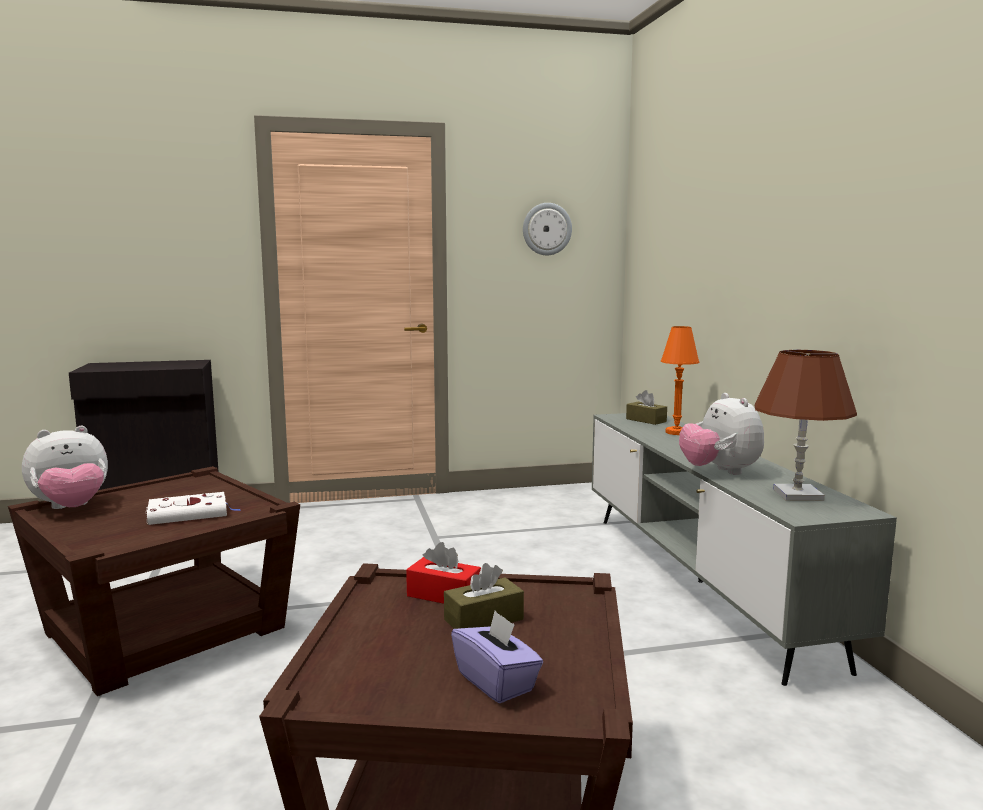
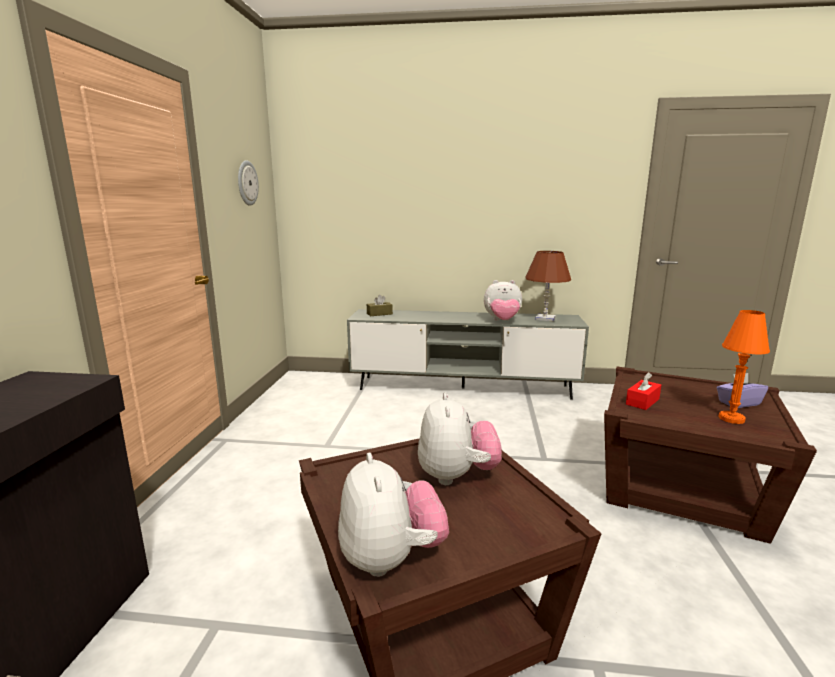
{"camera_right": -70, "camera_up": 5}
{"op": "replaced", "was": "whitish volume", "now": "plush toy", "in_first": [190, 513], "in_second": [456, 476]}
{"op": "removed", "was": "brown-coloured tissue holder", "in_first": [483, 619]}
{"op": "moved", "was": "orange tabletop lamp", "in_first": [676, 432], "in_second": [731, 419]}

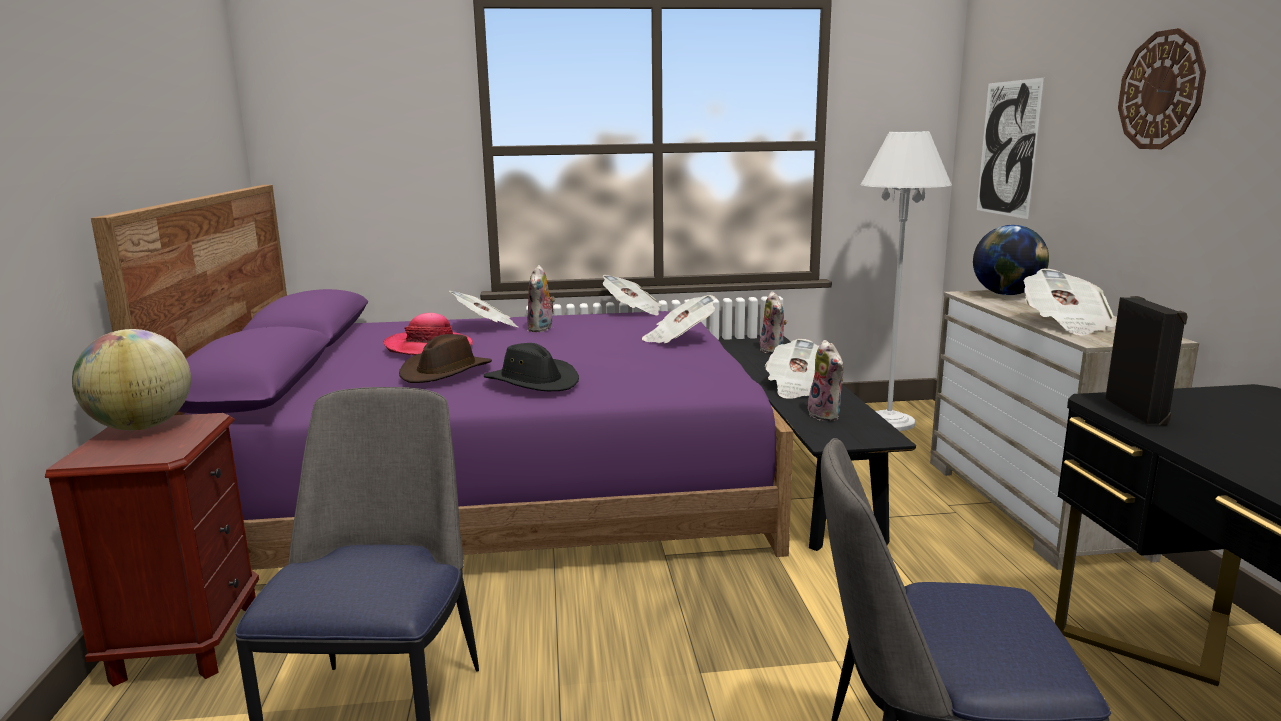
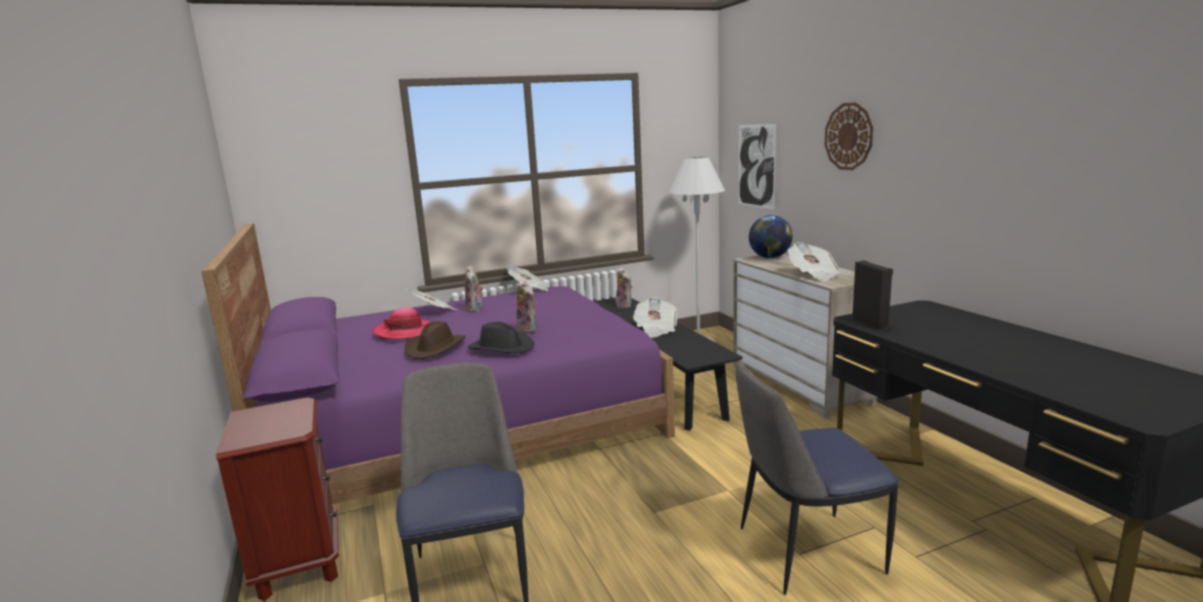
{"camera_right": -15, "camera_up": 0}
{"op": "removed", "was": "desk globe", "in_first": [142, 427]}
{"op": "removed", "was": "printed paper", "in_first": [678, 339]}
{"op": "moved", "was": "plush toy", "in_first": [827, 415], "in_second": [529, 329]}

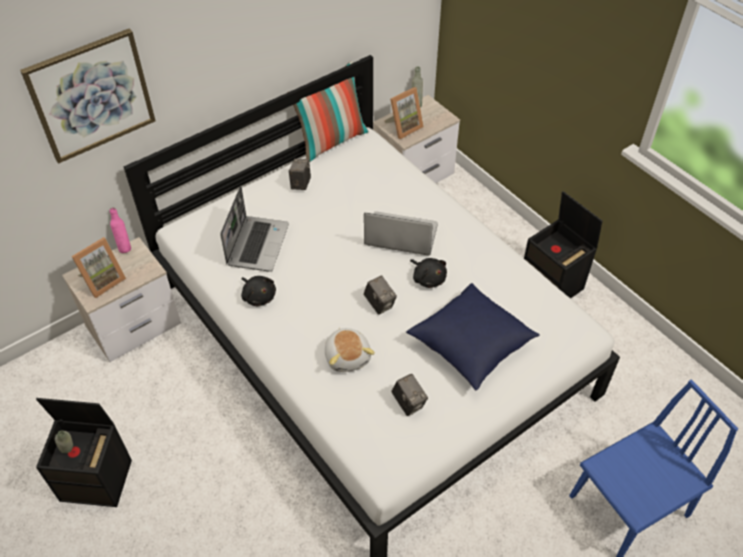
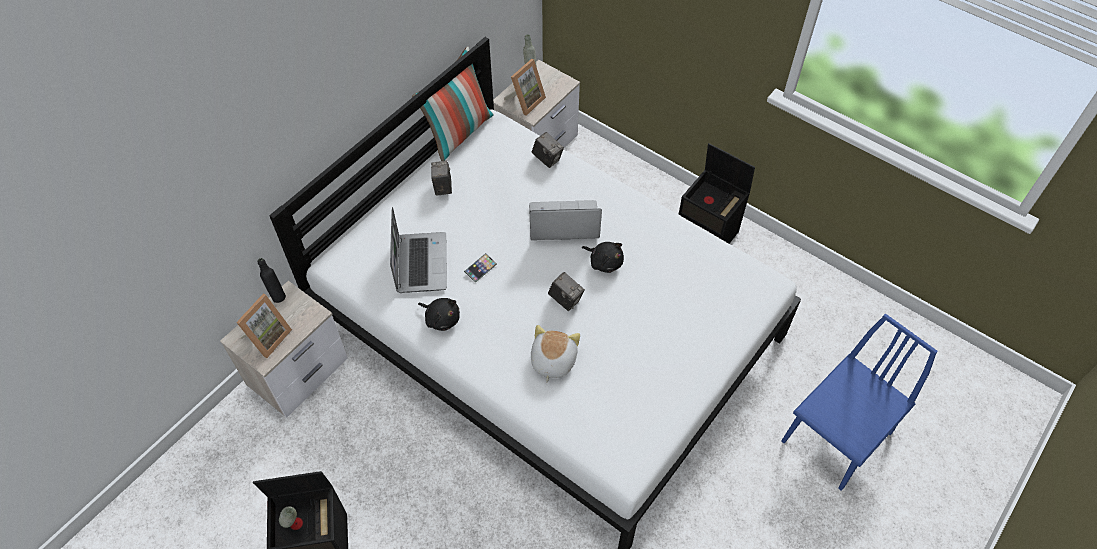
{"camera_right": -15, "camera_up": 5}
{"op": "removed", "was": "wall picture", "in_first": [91, 95]}
{"op": "recoloured", "was": "pinkish bottle", "now": "blackish bottle", "in_first": [124, 247], "in_second": [277, 295]}
{"op": "turned", "was": "plush toy", "in_first": [348, 356], "in_second": [552, 361], "clockwise": -135}
{"op": "moved", "was": "photo camera", "in_first": [408, 403], "in_second": [547, 159]}
{"op": "removed", "was": "blue-coloured cushion", "in_first": [471, 346]}
{"op": "added", "now": "telephone", "in_second": [480, 269]}

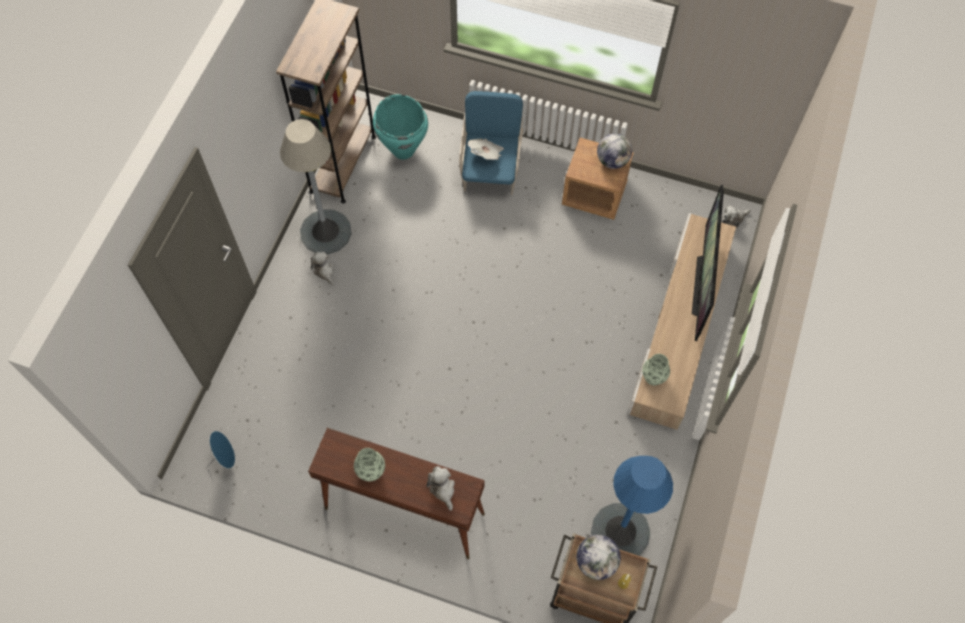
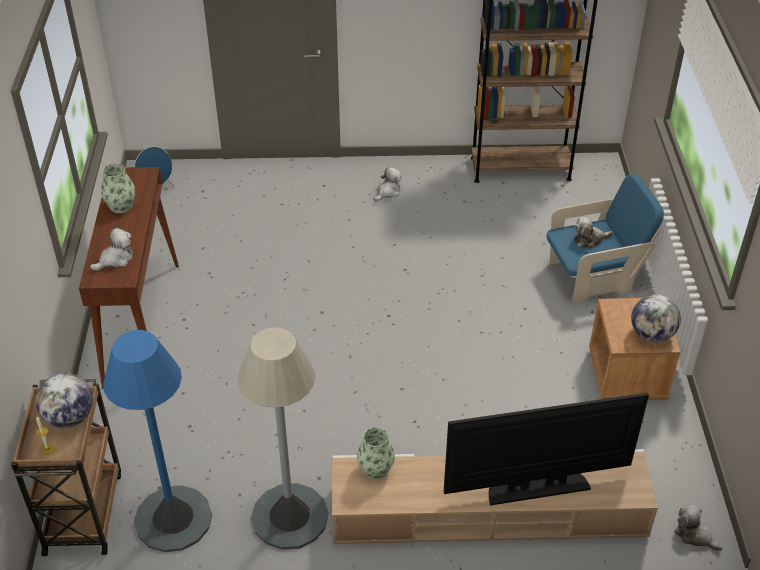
{"camera_right": 70, "camera_up": -20}
{"op": "moved", "was": "greyish floor lamp", "in_first": [325, 232], "in_second": [289, 516]}
{"op": "removed", "was": "blue-green vase", "in_first": [403, 151]}
{"op": "replaced", "was": "printed paper", "now": "plush toy", "in_first": [486, 154], "in_second": [589, 240]}

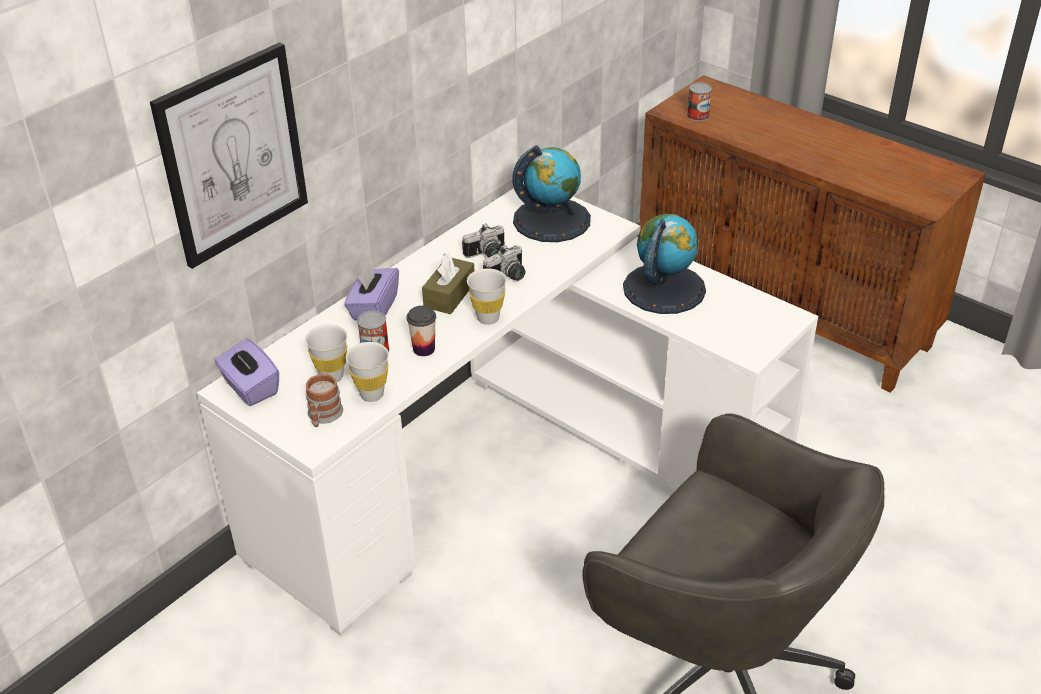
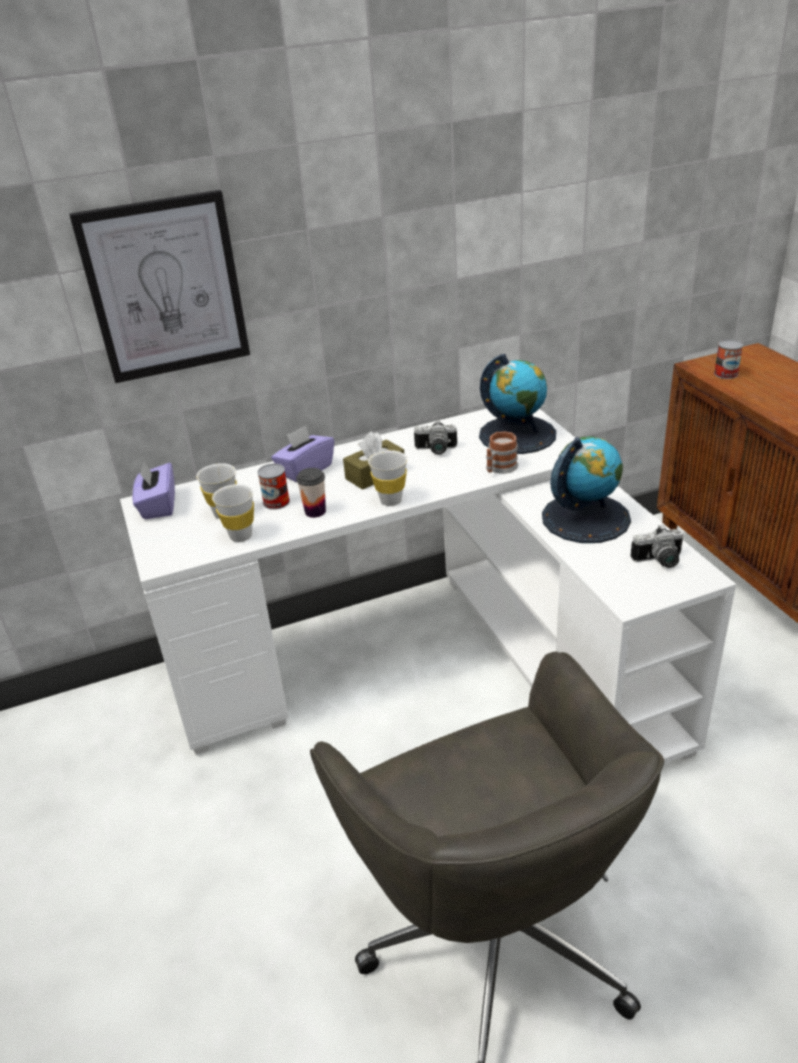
{"camera_right": 30, "camera_up": -5}
{"op": "moved", "was": "tea mug", "in_first": [323, 416], "in_second": [499, 468]}
{"op": "moved", "was": "photo camera", "in_first": [508, 277], "in_second": [659, 561]}

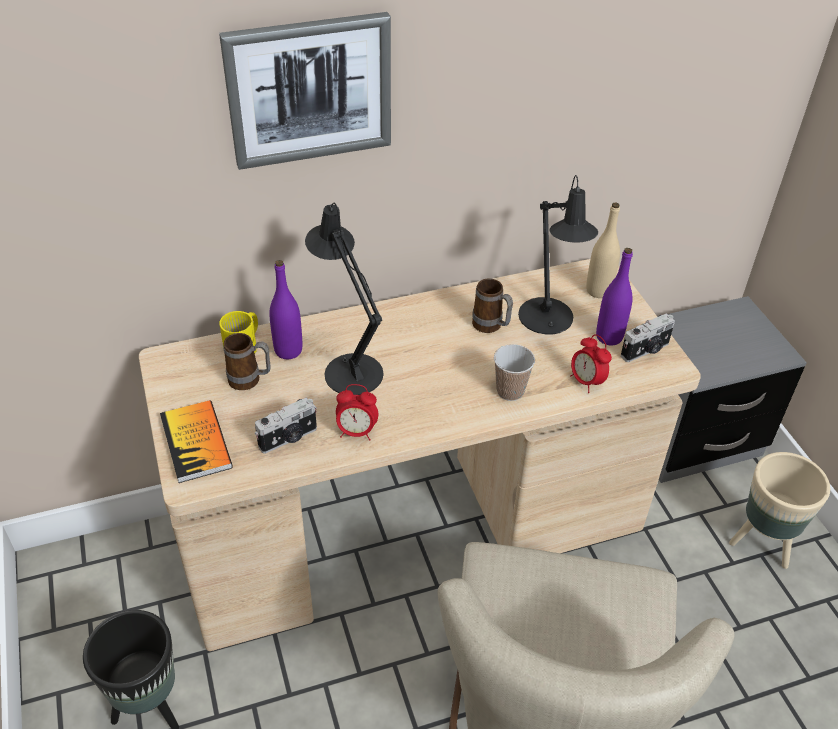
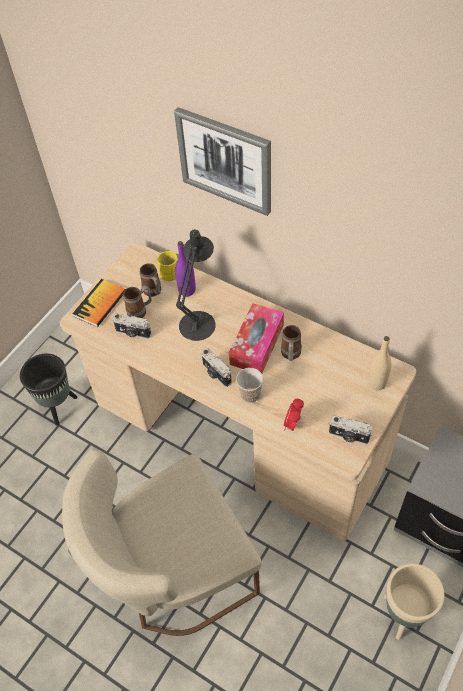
{"camera_right": 55, "camera_up": 10}
{"op": "removed", "was": "bedside clock", "in_first": [356, 432]}
{"op": "removed", "was": "blackish tabletop lamp", "in_first": [548, 321]}
{"op": "removed", "was": "purple-coloured bottle", "in_first": [609, 337]}
{"op": "added", "now": "tea mug", "in_second": [140, 311]}
{"op": "added", "now": "photo camera", "in_second": [216, 374]}
{"op": "added", "now": "tissue holder", "in_second": [257, 344]}

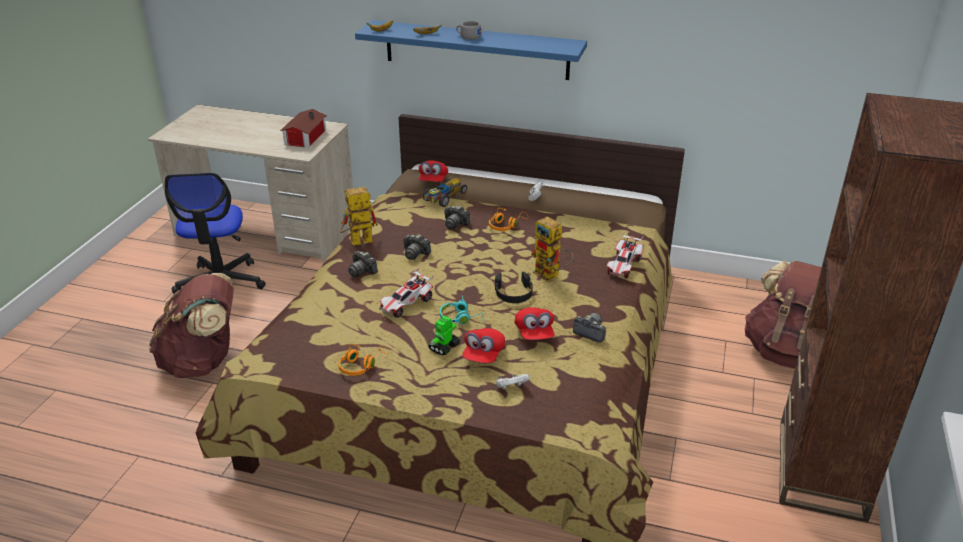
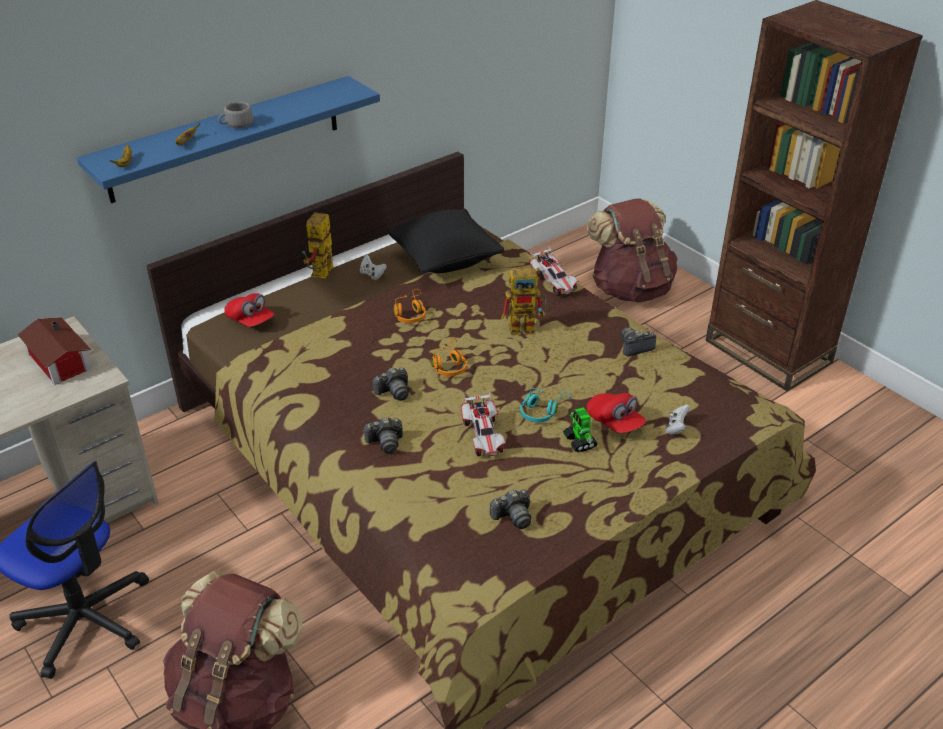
{"camera_right": -55, "camera_up": 5}
{"op": "moved", "was": "orange headset", "in_first": [361, 365], "in_second": [449, 364]}
{"op": "moved", "was": "model robot", "in_first": [357, 242], "in_second": [322, 275]}
{"op": "removed", "was": "model car", "in_first": [444, 198]}
{"op": "moved", "was": "photo camera", "in_first": [455, 223], "in_second": [513, 517]}
{"op": "removed", "was": "blackish headset", "in_first": [513, 293]}
{"op": "removed", "was": "reddish peaked cap", "in_first": [534, 333]}
{"op": "added", "now": "blackish cushion", "in_second": [445, 261]}

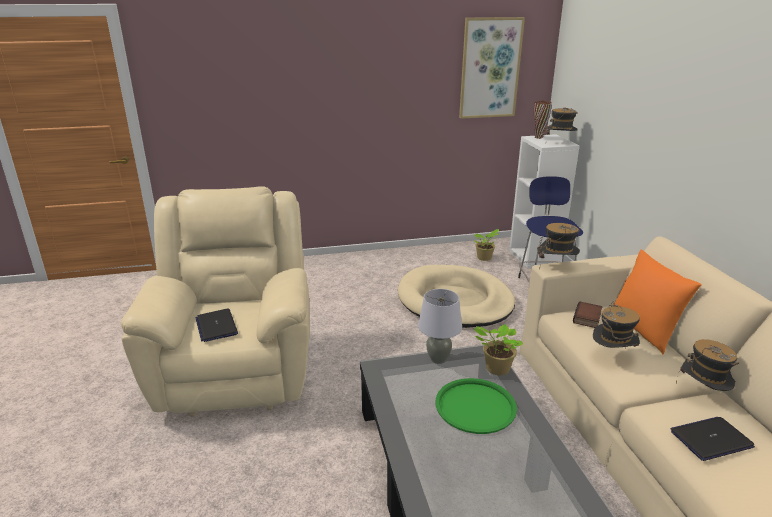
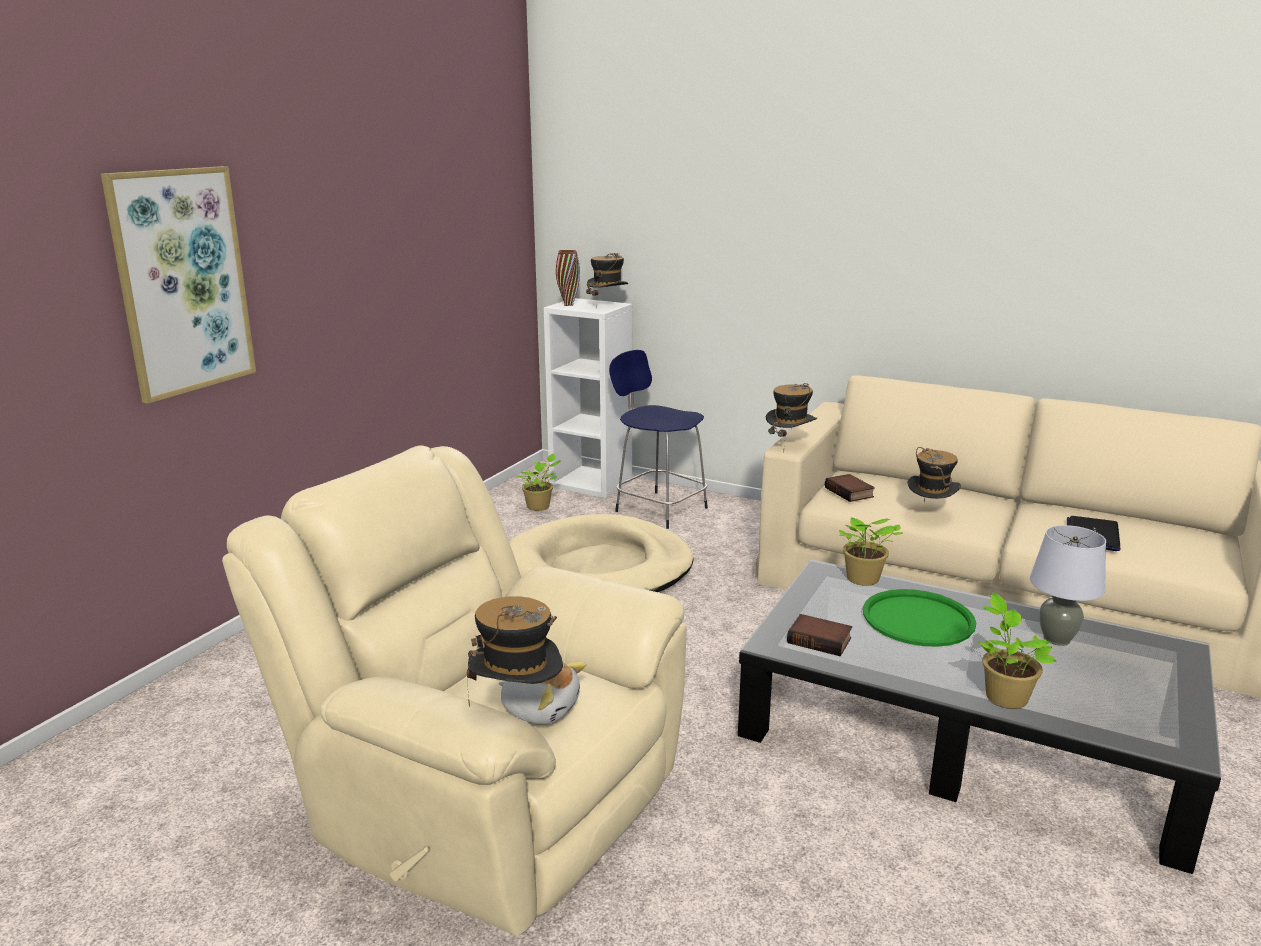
{"camera_right": -50, "camera_up": -5}
{"op": "replaced", "was": "notebook computer", "now": "plush toy", "in_first": [216, 326], "in_second": [540, 708]}
{"op": "moved", "was": "greyish tabletop lamp", "in_first": [438, 359], "in_second": [1056, 639]}
{"op": "moved", "was": "wall picture", "in_first": [490, 68], "in_second": [182, 282]}
{"op": "removed", "was": "orange cushion", "in_first": [643, 331]}
{"op": "moved", "was": "clothing hat", "in_first": [701, 394], "in_second": [517, 703]}
{"op": "added", "now": "volume", "in_second": [820, 640]}
{"op": "added", "now": "potted plant", "in_second": [1004, 696]}

